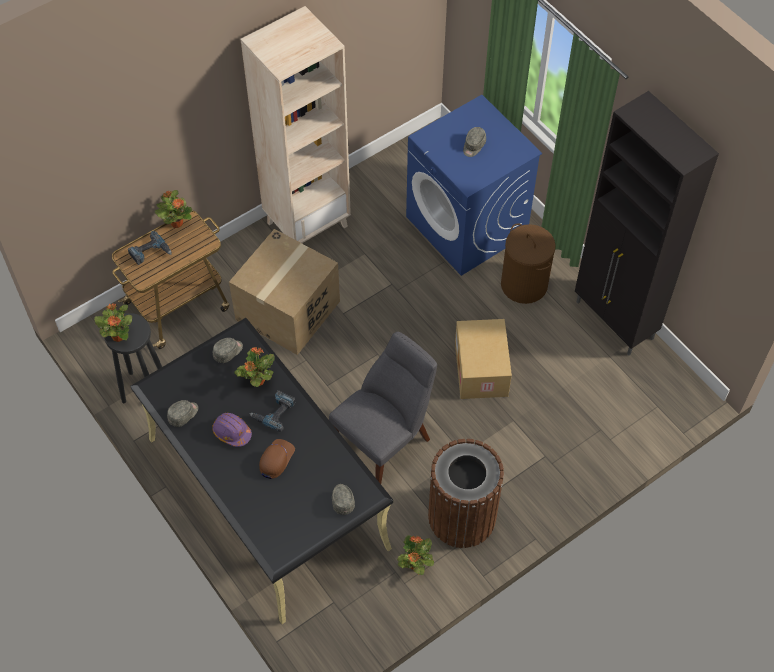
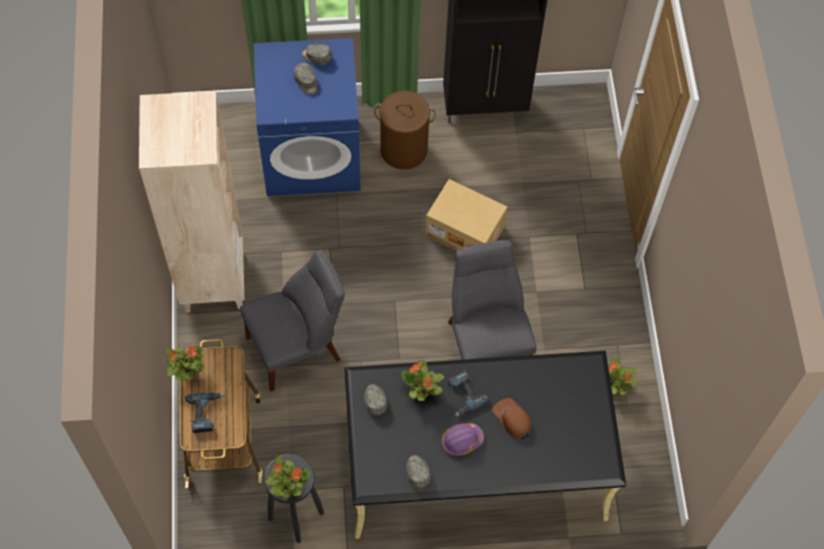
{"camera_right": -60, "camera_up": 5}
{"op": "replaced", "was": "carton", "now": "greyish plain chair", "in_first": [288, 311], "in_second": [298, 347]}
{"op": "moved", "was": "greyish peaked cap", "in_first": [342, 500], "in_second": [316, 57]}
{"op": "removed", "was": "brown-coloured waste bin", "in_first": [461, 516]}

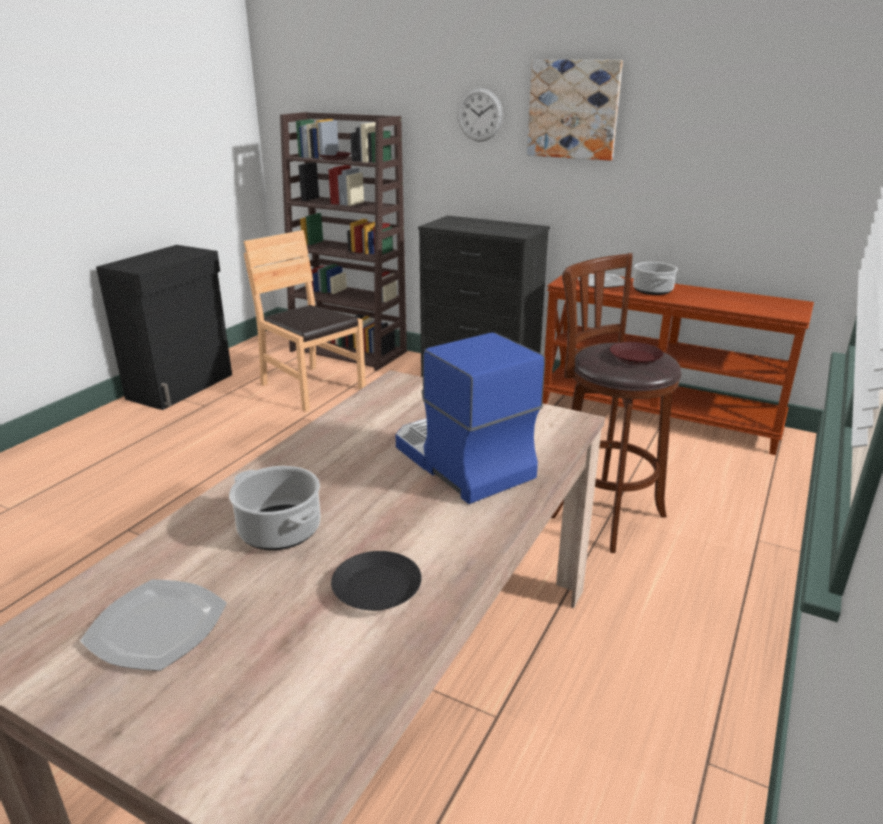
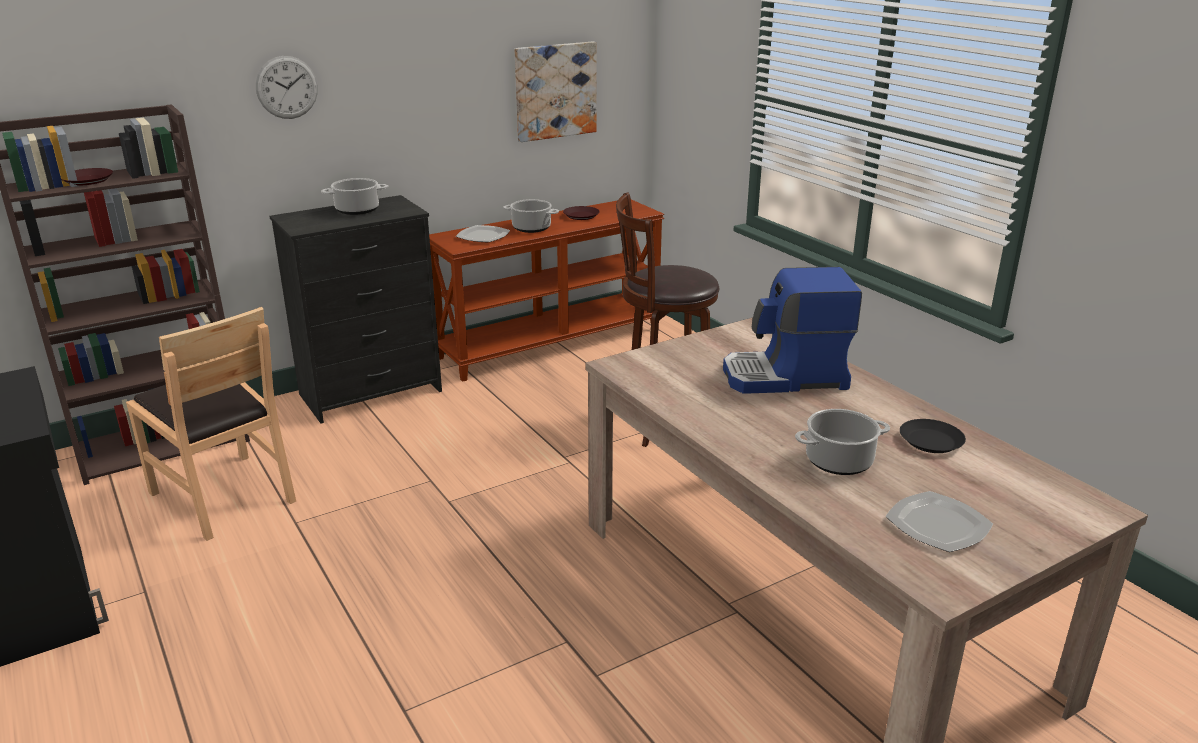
{"camera_right": -60, "camera_up": 0}
{"op": "turned", "was": "brown-coloured plain chair", "in_first": [311, 387], "in_second": [224, 495], "clockwise": -120}
{"op": "moved", "was": "wall picture", "in_first": [573, 109], "in_second": [555, 91]}
{"op": "moved", "was": "brown-coloured flat dish", "in_first": [634, 357], "in_second": [581, 216]}
{"op": "added", "now": "cooking pot", "in_second": [358, 210]}

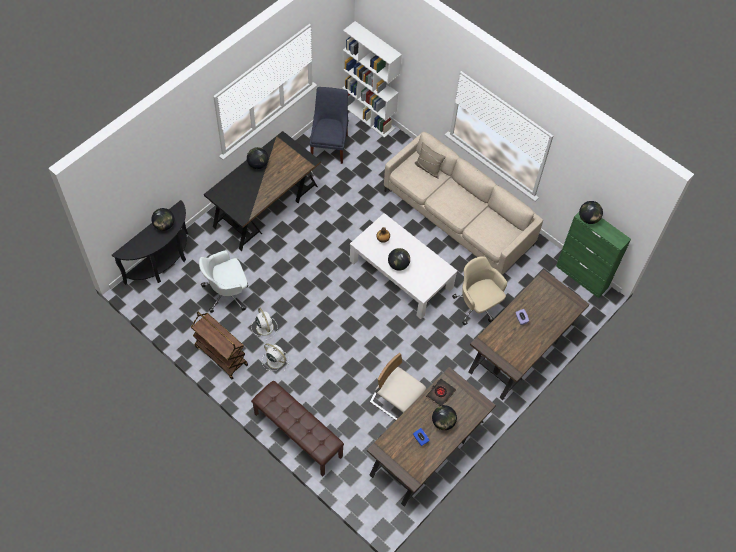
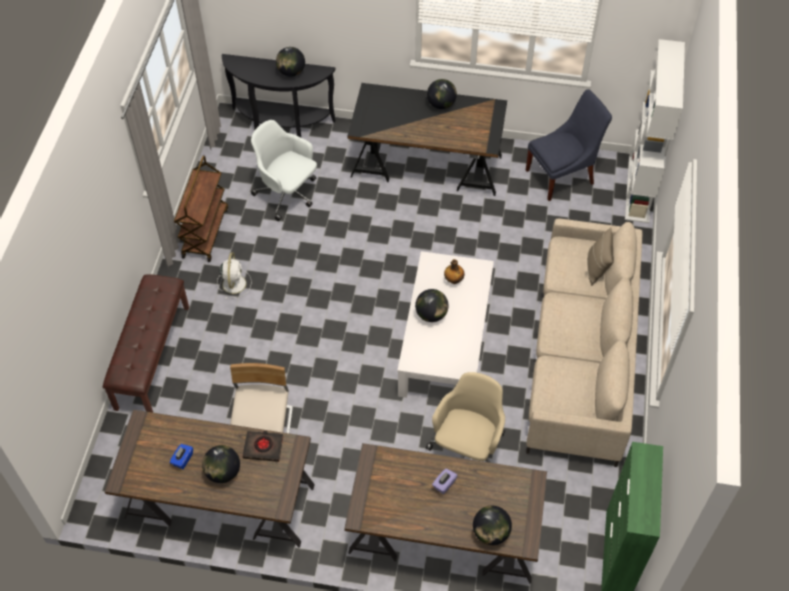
{"camera_right": 60, "camera_up": -5}
{"op": "removed", "was": "whitish cooling fan", "in_first": [264, 327]}
{"op": "moved", "was": "desk globe", "in_first": [588, 218], "in_second": [490, 533]}

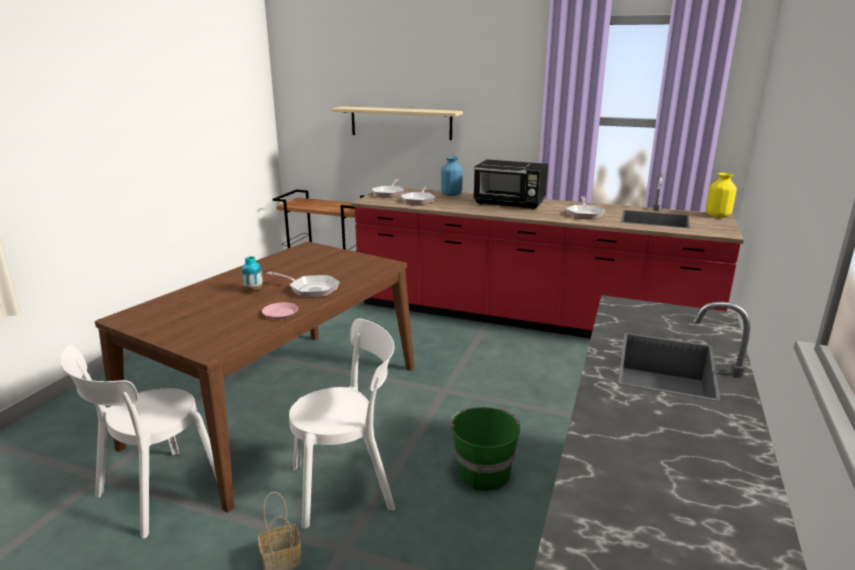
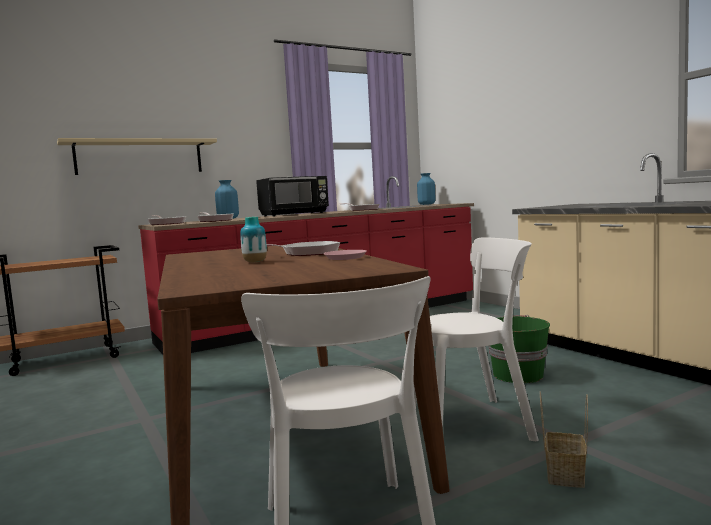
{"camera_right": -50, "camera_up": -15}
{"op": "turned", "was": "whitish plain chair", "in_first": [348, 485], "in_second": [475, 423], "clockwise": 60}
{"op": "recoloured", "was": "yellow vase", "now": "blue-coloured vase", "in_first": [717, 216], "in_second": [426, 204]}

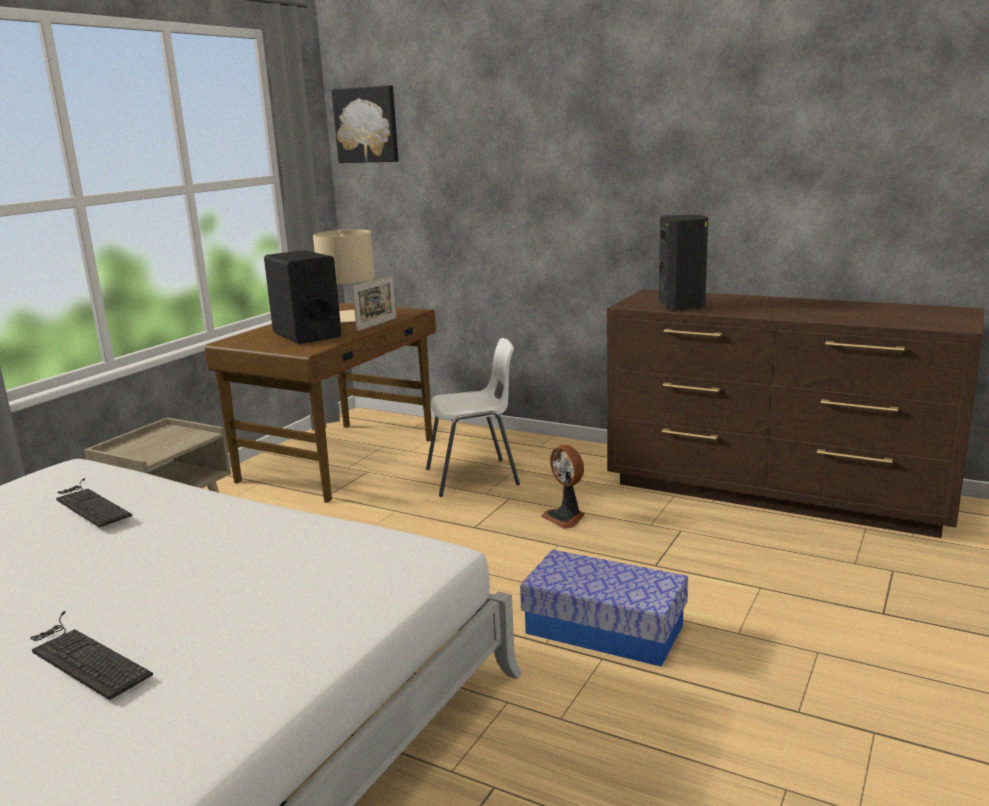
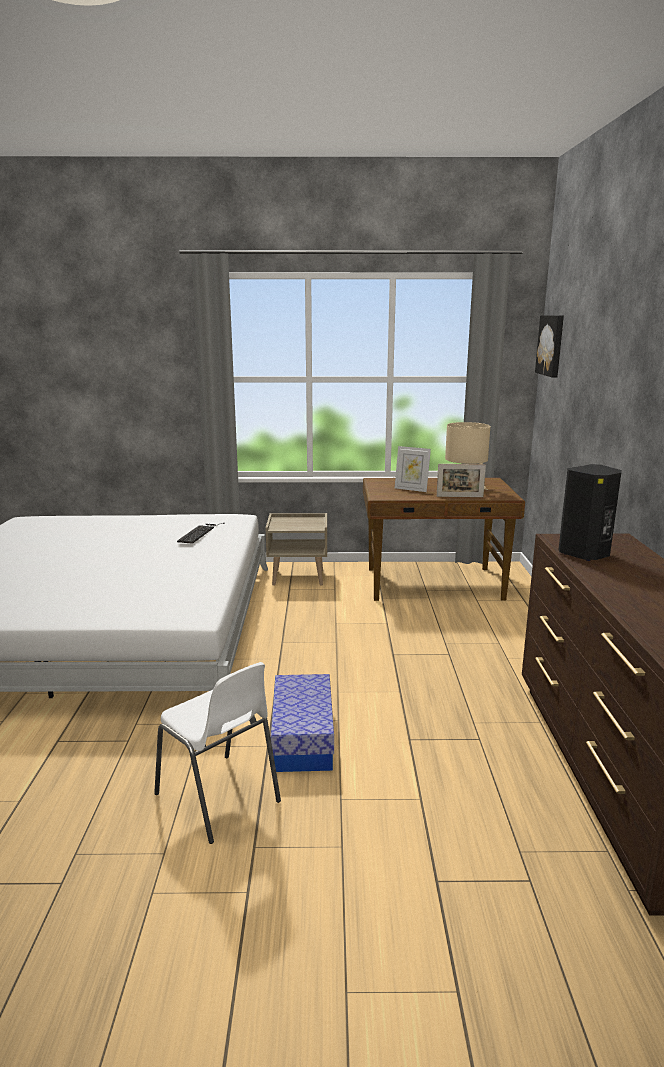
{"camera_right": 60, "camera_up": 0}
{"op": "removed", "was": "computer keyboard", "in_first": [83, 656]}
{"op": "replaced", "was": "blackish speaker", "now": "standing frame", "in_first": [306, 335], "in_second": [411, 489]}
{"op": "moved", "was": "whitish plain chair", "in_first": [475, 477], "in_second": [219, 799]}
{"op": "removed", "was": "cooling fan", "in_first": [565, 517]}

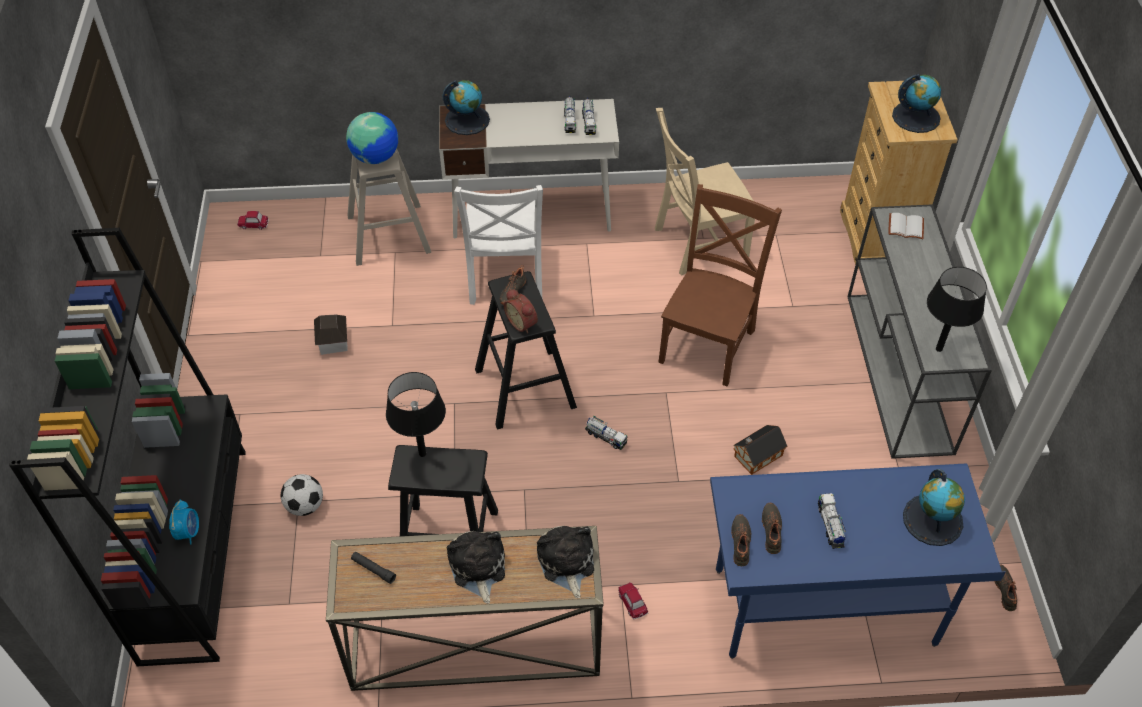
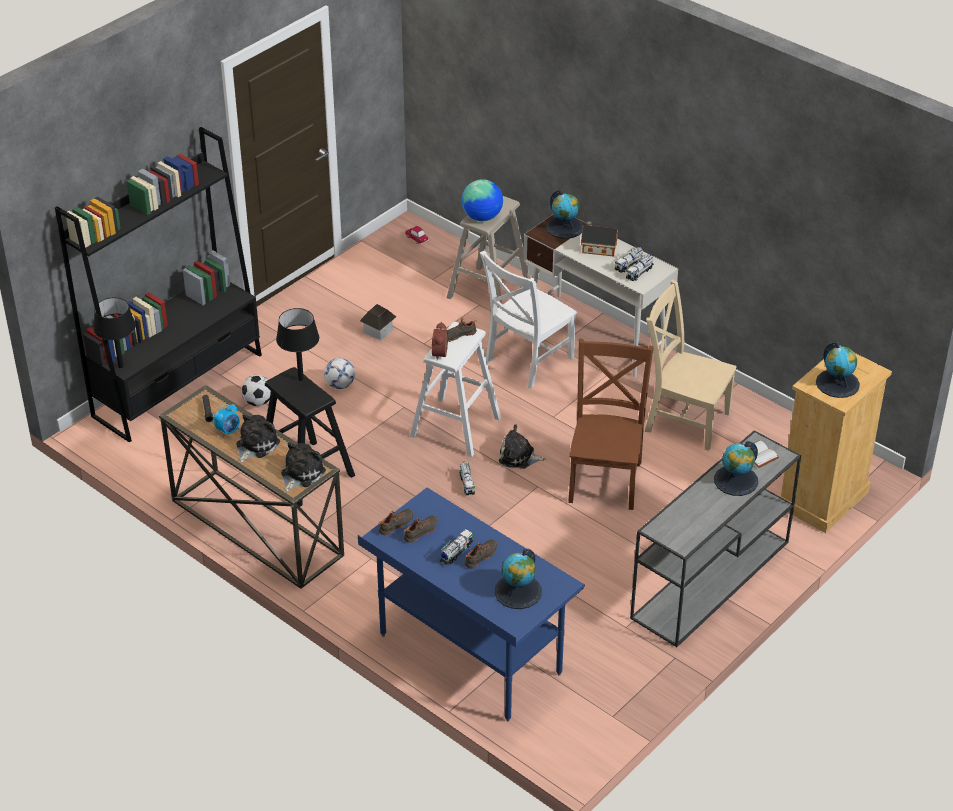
{"camera_right": 45, "camera_up": -10}
{"op": "moved", "was": "bedside clock", "in_first": [188, 532], "in_second": [228, 431]}
{"op": "recoloured", "was": "blackish stool", "now": "whitish stool", "in_first": [525, 388], "in_second": [455, 427]}
{"op": "removed", "was": "model car", "in_first": [632, 602]}
{"op": "turned", "was": "brown-coloured plain chair", "in_first": [708, 343], "in_second": [605, 479], "clockwise": -60}
{"op": "moved", "was": "miniature house", "in_first": [756, 456], "in_second": [597, 248]}
{"op": "moved", "was": "blackish tabletop lamp", "in_first": [939, 349], "in_second": [121, 366]}
{"op": "moved", "was": "blackish shoe", "in_first": [1005, 590], "in_second": [481, 557]}
{"op": "added", "now": "ball for football", "in_second": [340, 385]}
{"op": "added", "now": "plush toy", "in_second": [519, 457]}
{"op": "added", "now": "desk globe", "in_second": [736, 480]}

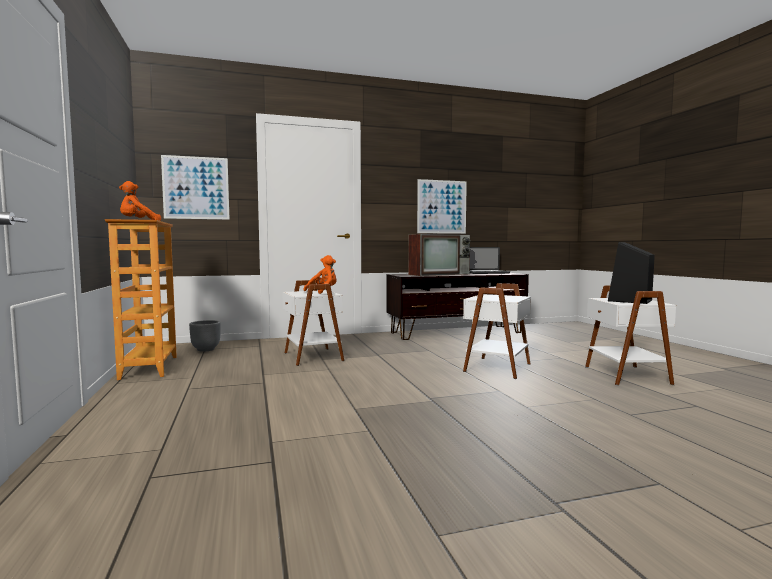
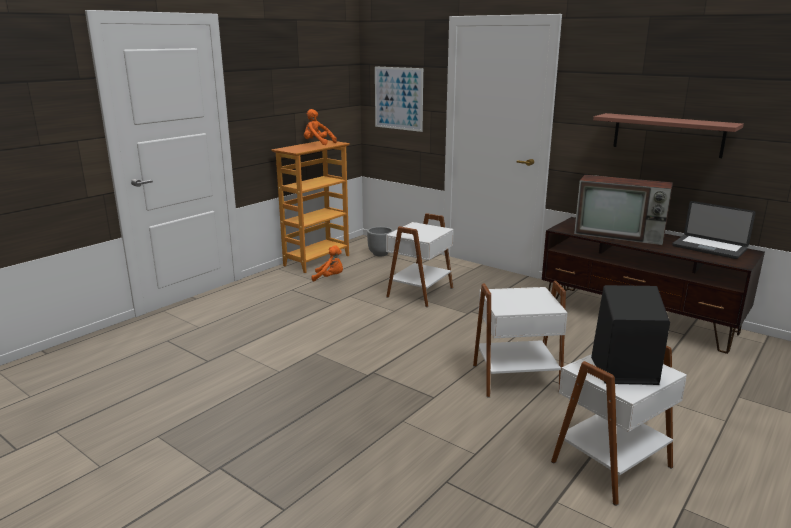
{"camera_right": 55, "camera_up": 15}
{"op": "moved", "was": "orange plush toy", "in_first": [323, 291], "in_second": [330, 277]}
{"op": "replaced", "was": "wall picture", "now": "wall shelf", "in_first": [441, 207], "in_second": [667, 135]}

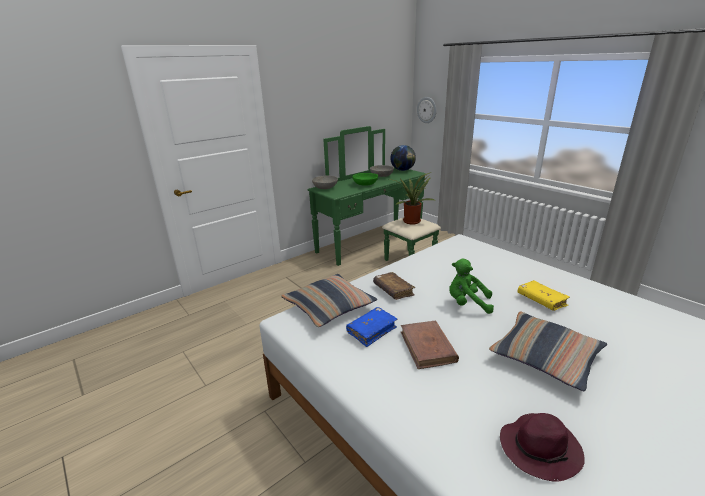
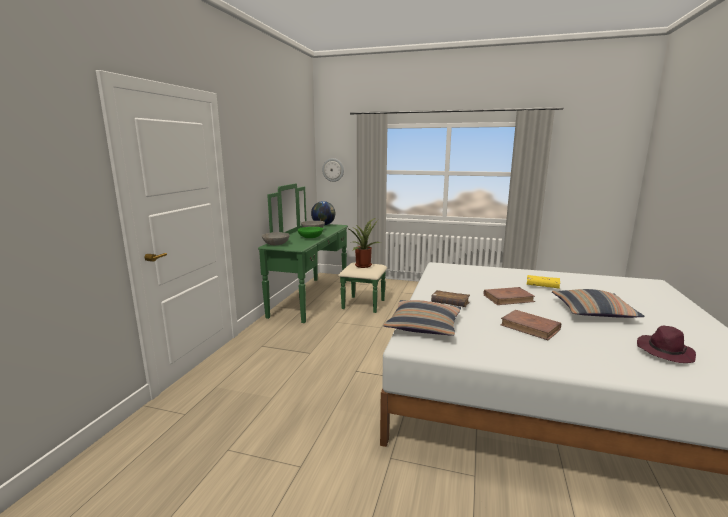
{"camera_right": -35, "camera_up": -10}
{"op": "removed", "was": "blue-coloured volume", "in_first": [372, 330]}
{"op": "replaced", "was": "greenish plush toy", "now": "brown-coloured volume", "in_first": [467, 304], "in_second": [508, 298]}

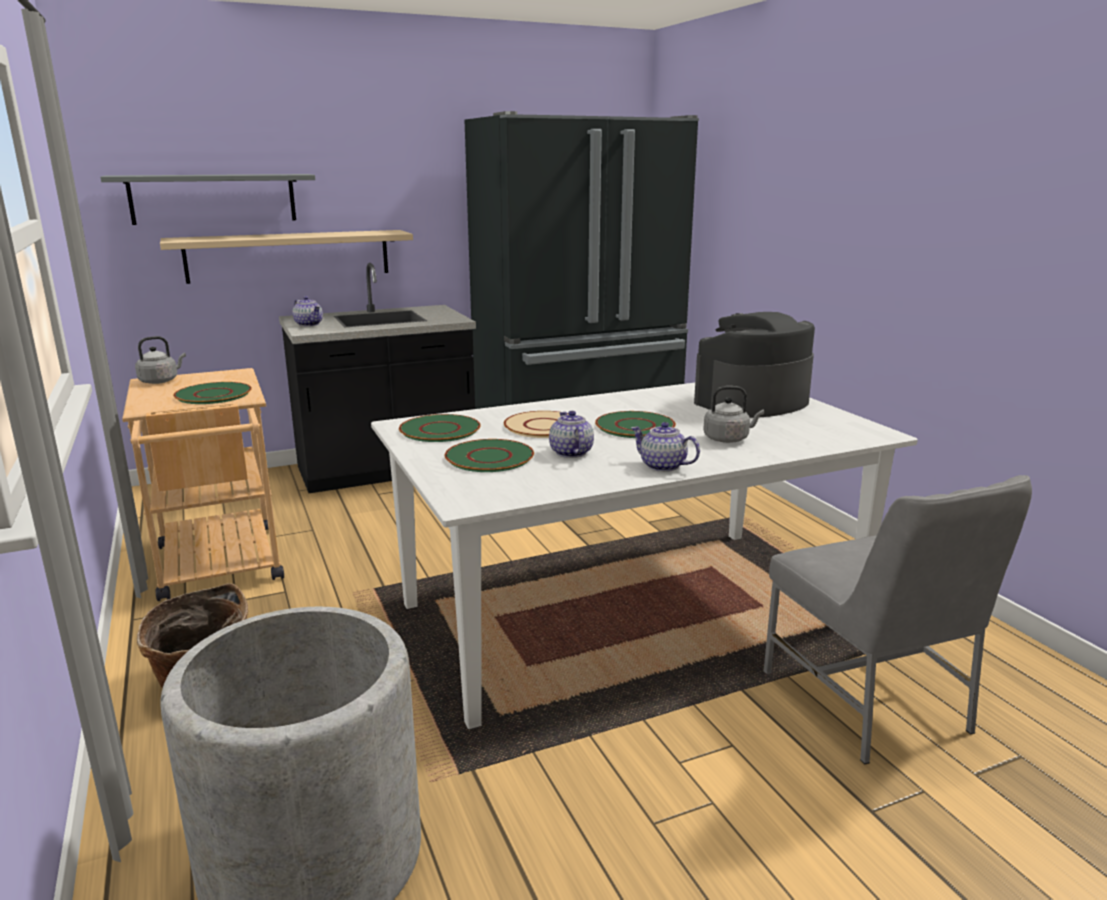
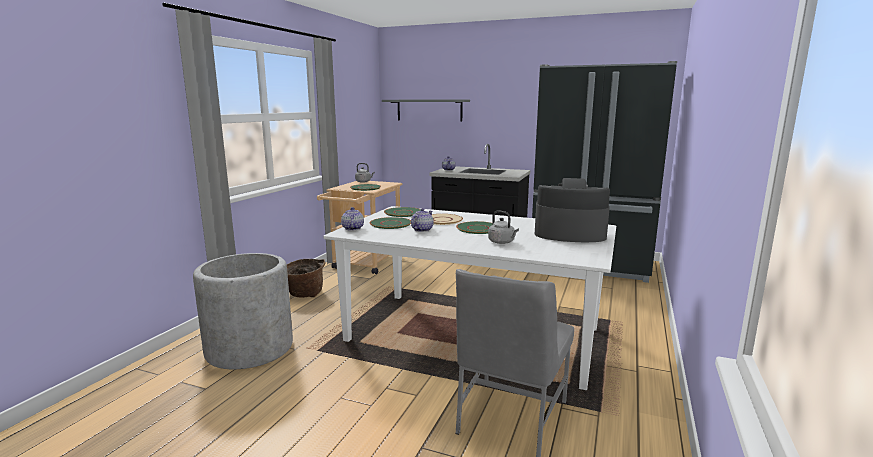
{"camera_right": 45, "camera_up": -5}
{"op": "removed", "was": "sand-coloured wall shelf", "in_first": [289, 256]}
{"op": "moved", "was": "pot for tea", "in_first": [662, 466], "in_second": [352, 228]}

